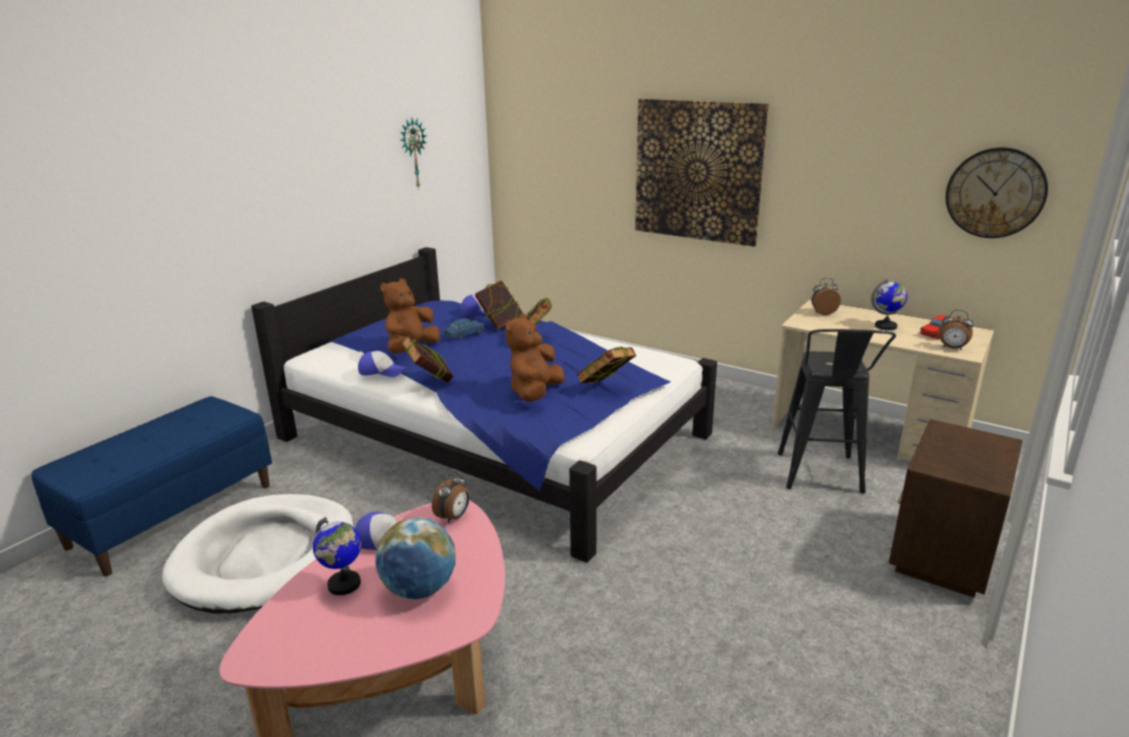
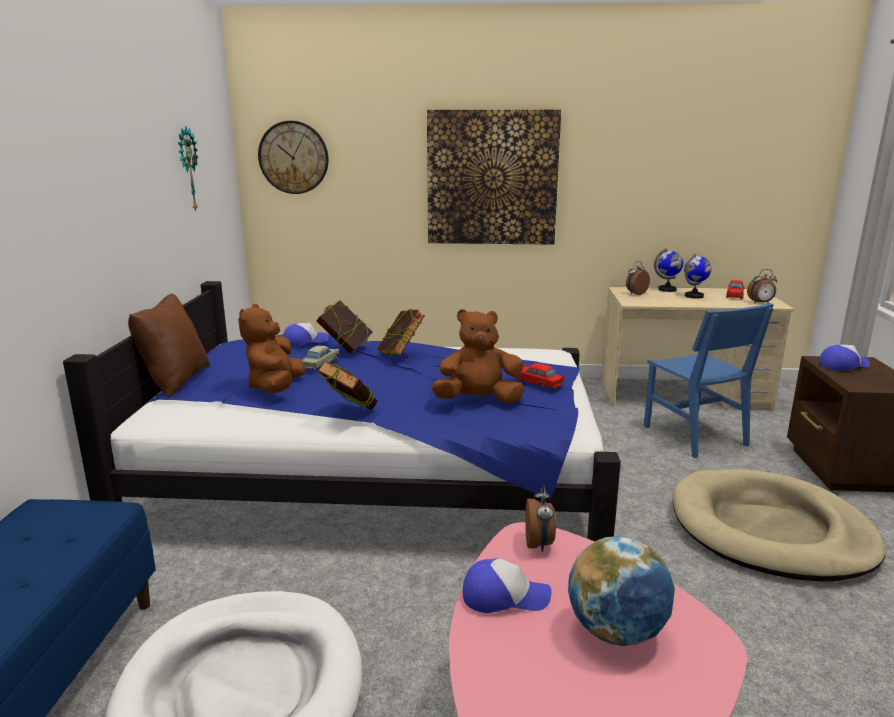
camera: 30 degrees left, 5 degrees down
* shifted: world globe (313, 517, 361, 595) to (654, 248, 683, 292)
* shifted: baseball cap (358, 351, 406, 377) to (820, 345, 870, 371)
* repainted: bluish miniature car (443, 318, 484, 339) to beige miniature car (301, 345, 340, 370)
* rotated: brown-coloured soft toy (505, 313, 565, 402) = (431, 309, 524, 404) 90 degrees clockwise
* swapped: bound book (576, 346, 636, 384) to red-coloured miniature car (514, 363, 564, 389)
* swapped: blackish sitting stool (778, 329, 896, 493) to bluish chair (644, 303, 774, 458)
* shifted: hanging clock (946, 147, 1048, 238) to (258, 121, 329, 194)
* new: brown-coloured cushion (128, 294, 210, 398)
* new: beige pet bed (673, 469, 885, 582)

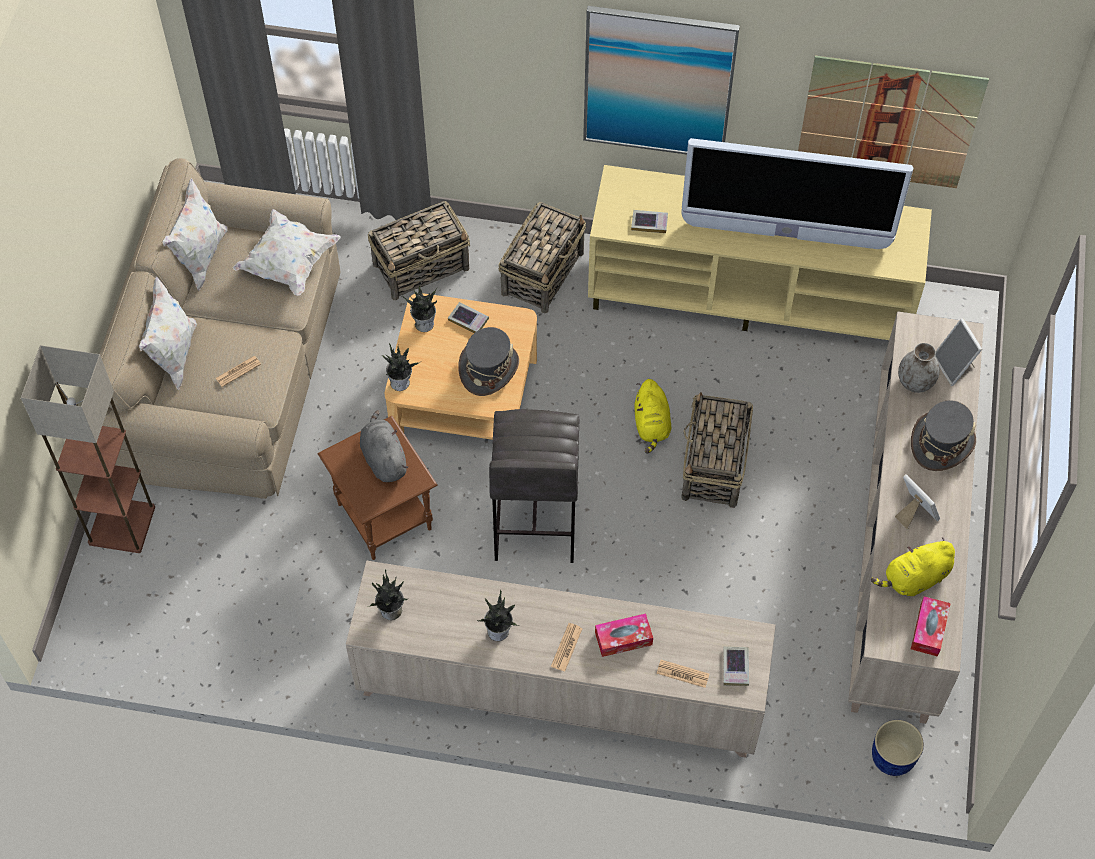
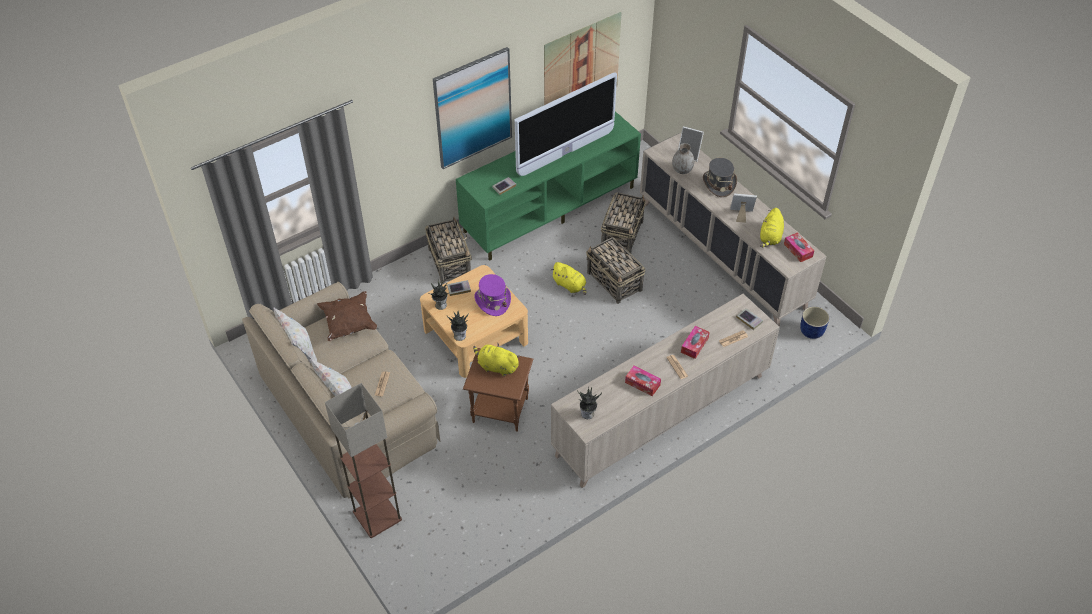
camera: 45 degrees left, 10 degrees down
* repainted: white cushion (233, 209, 341, 296) to brown-coloured cushion (317, 291, 377, 341)
* repainted: grey soft toy (360, 410, 408, 482) to yellowish soft toy (473, 343, 520, 376)
* shifted: basket (368, 201, 470, 300) to (601, 192, 646, 254)
* repainted: grey hat (458, 327, 519, 396) to purple-coloured hat (474, 274, 511, 316)
* swapped: houseplant (477, 589, 519, 641) to tissue box (625, 366, 661, 396)
* gone: grey sitting stool (489, 409, 579, 563)
* repainted: beige tv unit (588, 165, 932, 340) to greenish tv unit (456, 111, 641, 261)

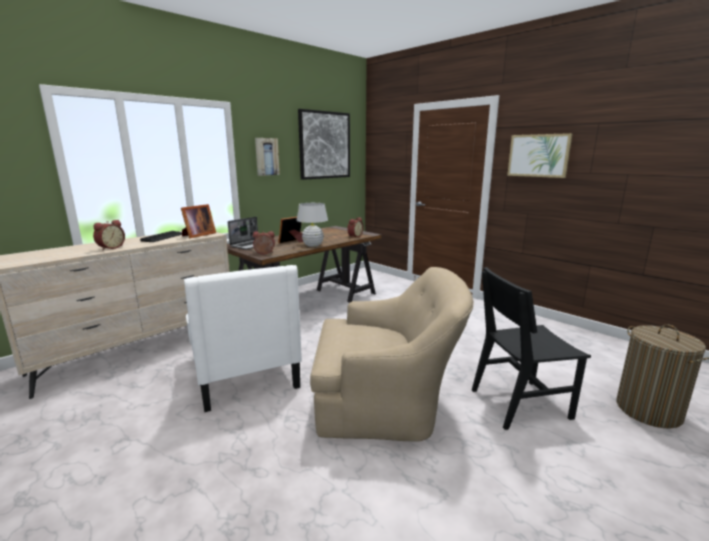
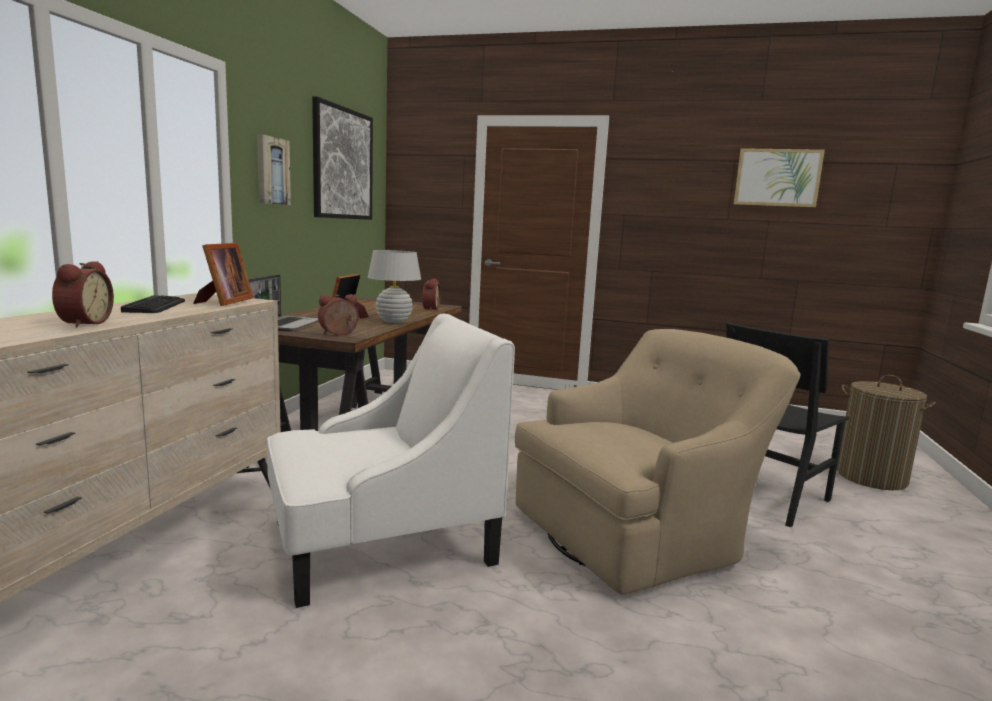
camera: 30 degrees left, 5 degrees down
* rotated: white easy chair (184, 265, 302, 412) = (267, 314, 515, 608) 60 degrees counterclockwise
* shifted: wall art (507, 133, 573, 178) to (734, 148, 825, 207)

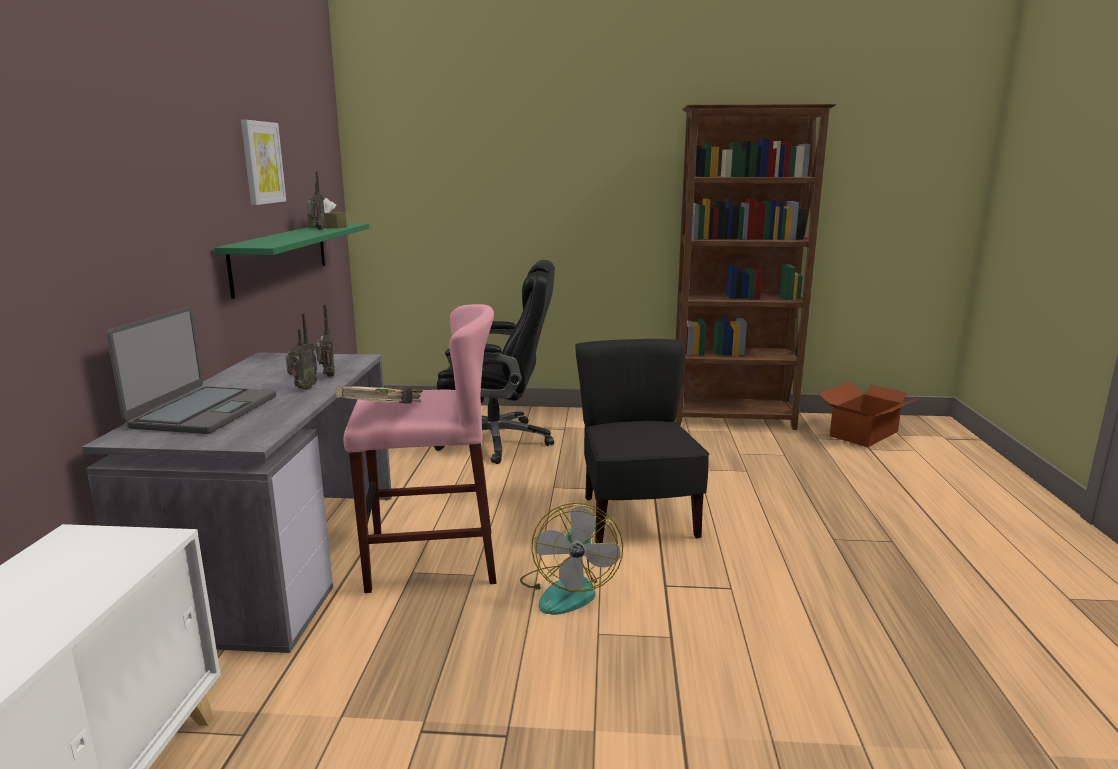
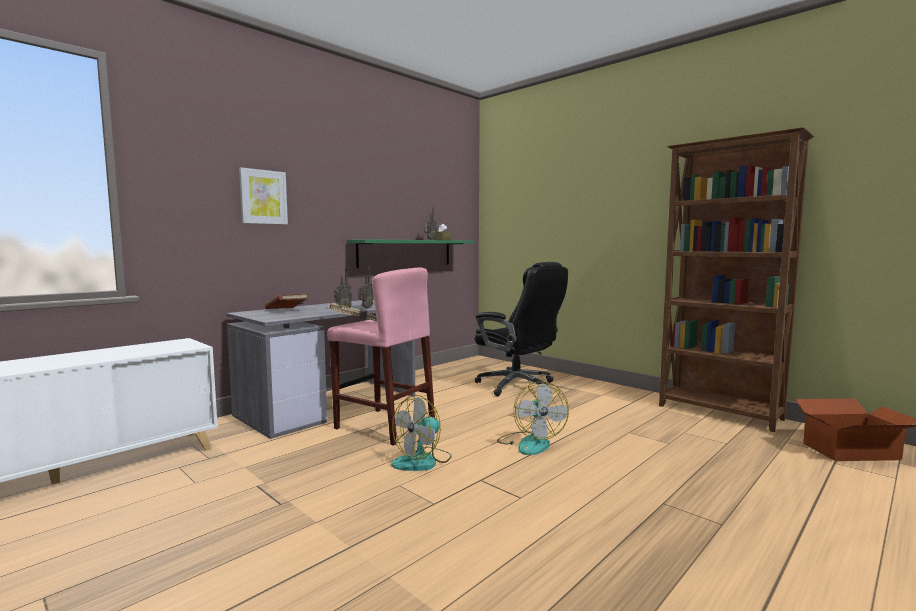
camera: 40 degrees right, 10 degrees down
* swapped: portable computer (106, 307, 276, 434) to brown-coloured bound book (265, 292, 308, 309)
* shifted: wall art (241, 120, 286, 205) to (239, 168, 288, 224)
* swapped: blackish chair (575, 339, 709, 543) to fan (497, 382, 569, 455)

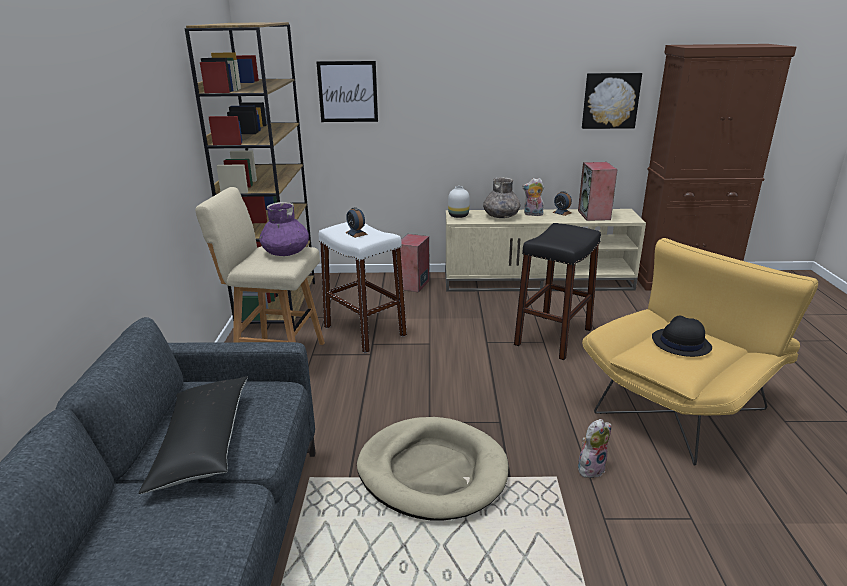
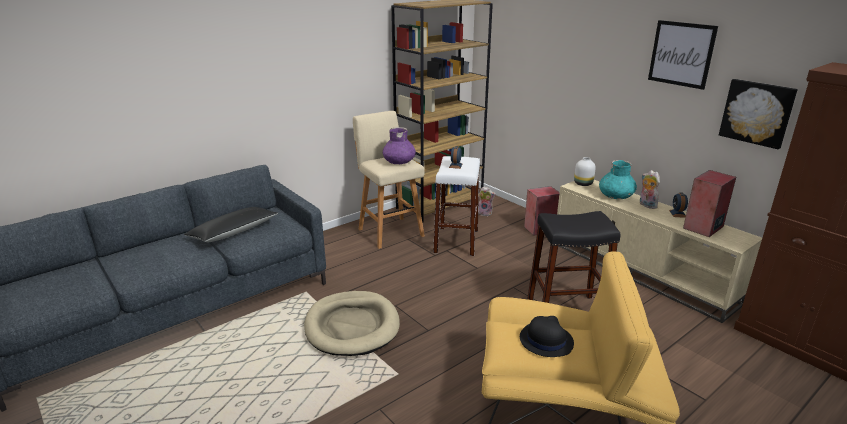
camera: 50 degrees right, 0 degrees up
* shifted: wall art (316, 61, 378, 122) to (648, 20, 718, 90)
* repainted: grey vase (483, 177, 521, 218) to turquoise vase (599, 160, 637, 199)
* shifted: soft toy (578, 419, 611, 480) to (478, 187, 496, 216)

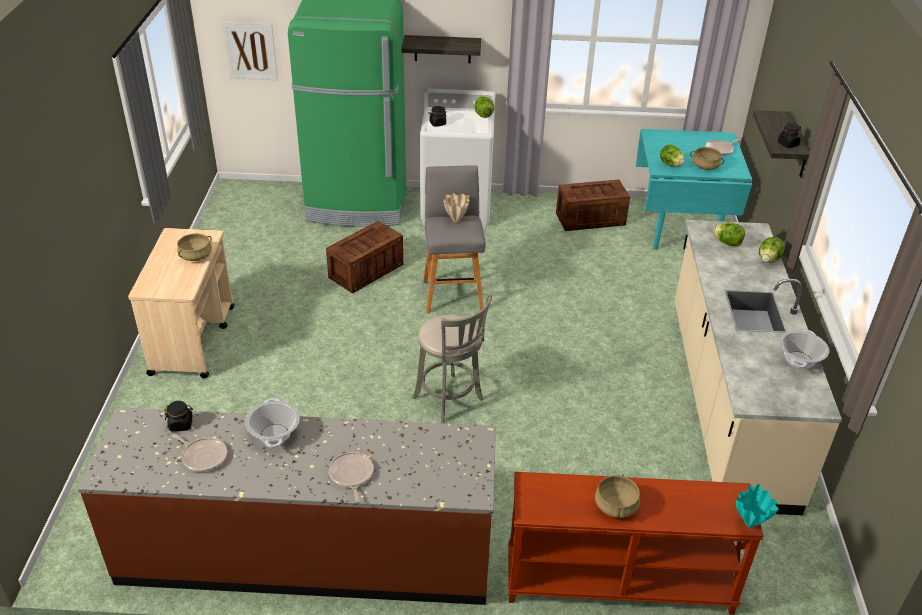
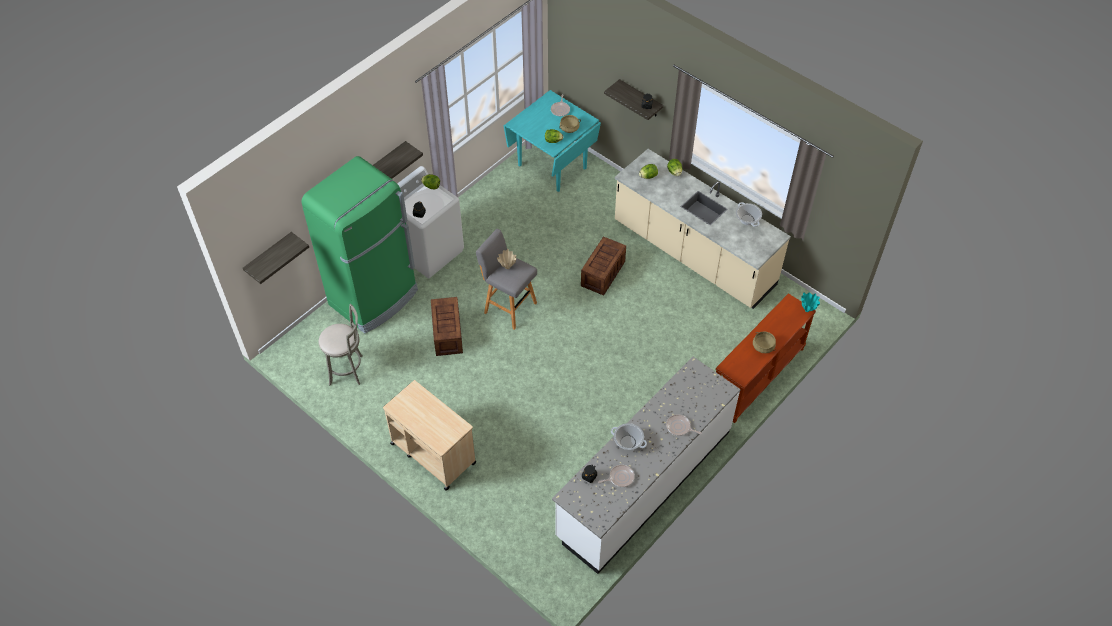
camera: 50 degrees left, 15 degrees up
* repainted: brown-coloured counter (78, 407, 496, 605) to white counter (552, 357, 741, 574)
* gone: beige cooking pot (177, 233, 212, 261)
* swapped: wall art (222, 22, 278, 80) to shelf (243, 232, 309, 284)
* shifted: grey sitting stool (412, 294, 492, 423) to (319, 304, 363, 385)
* shifted: packing crate (556, 180, 630, 231) to (581, 236, 626, 296)

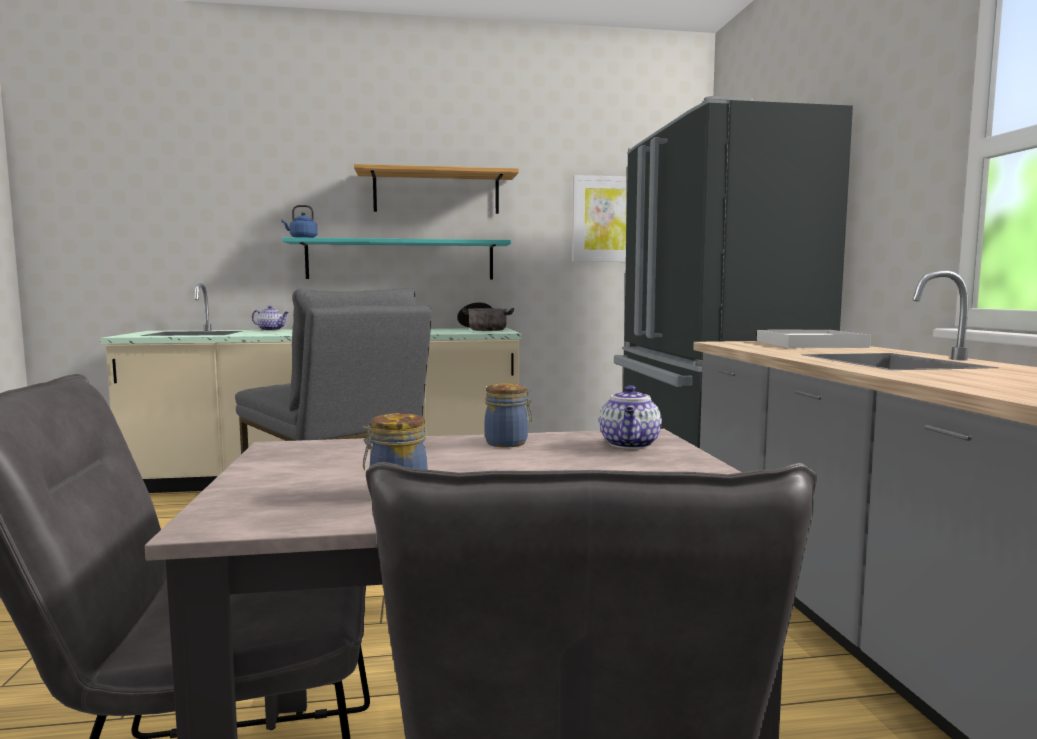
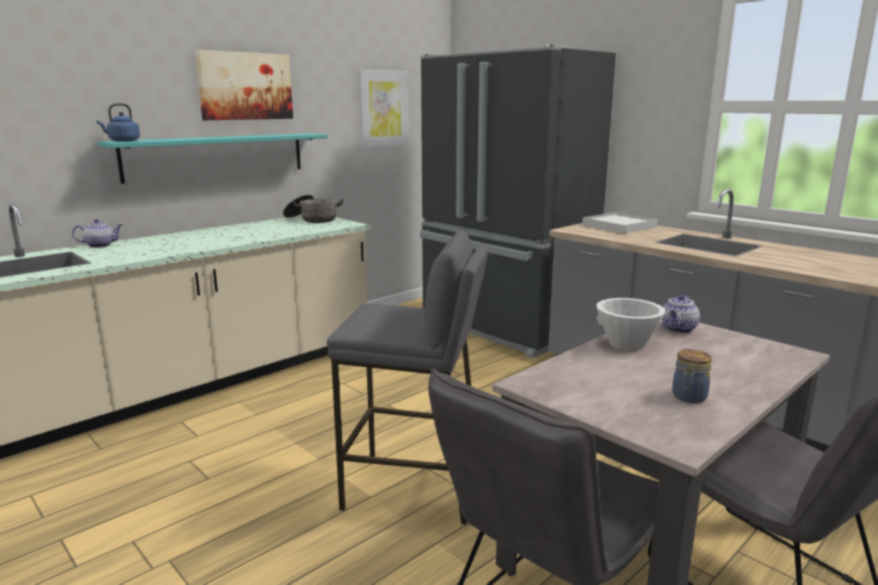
camera: 35 degrees left, 10 degrees up
* swapped: shelf (354, 164, 519, 214) to wall art (195, 50, 293, 120)
* swapped: jar (485, 383, 532, 447) to white deep dish (596, 298, 665, 351)
* rotated: tea pot (599, 385, 662, 449) = (662, 295, 700, 333) 60 degrees clockwise

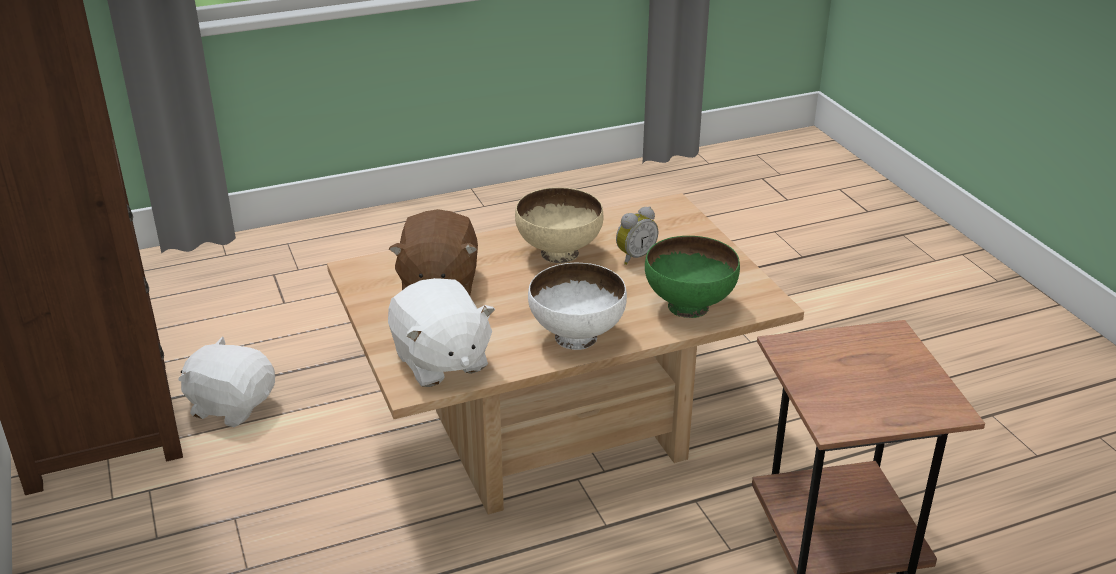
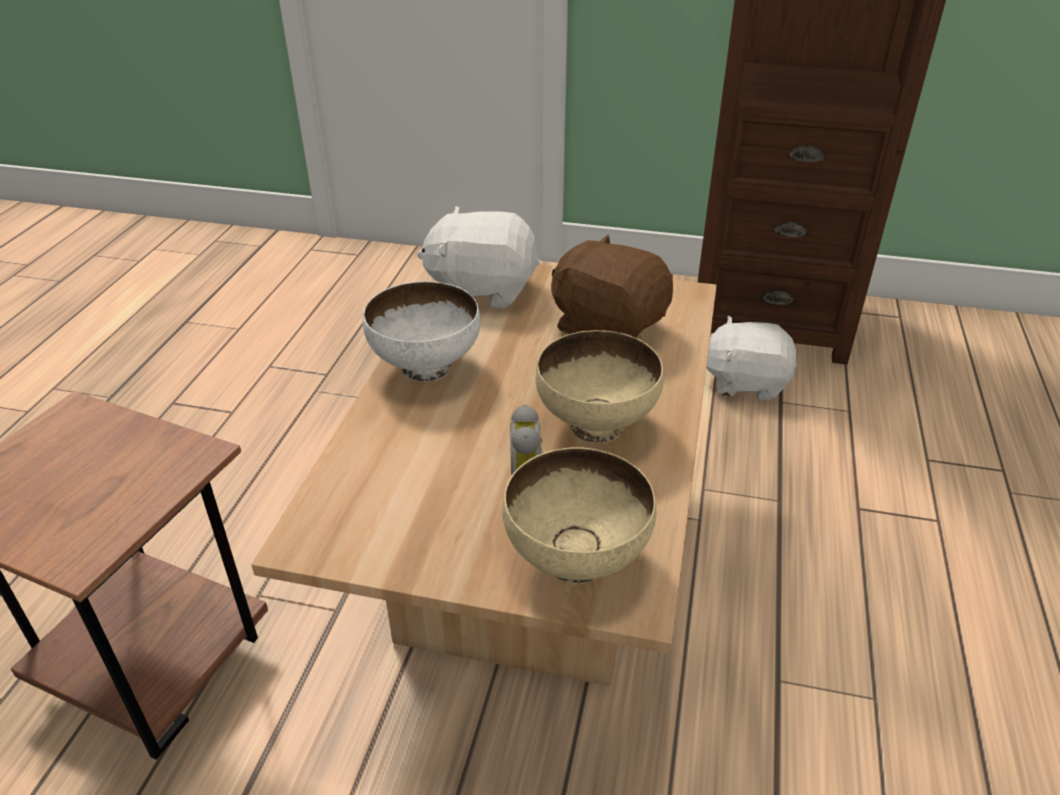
camera: 125 degrees right, 5 degrees up
* rotated: white soft toy (178, 336, 275, 428) = (706, 316, 797, 401) 135 degrees counterclockwise
* gone: greenish deep dish (645, 236, 740, 318)
* new: beige deep dish (502, 447, 656, 584)

